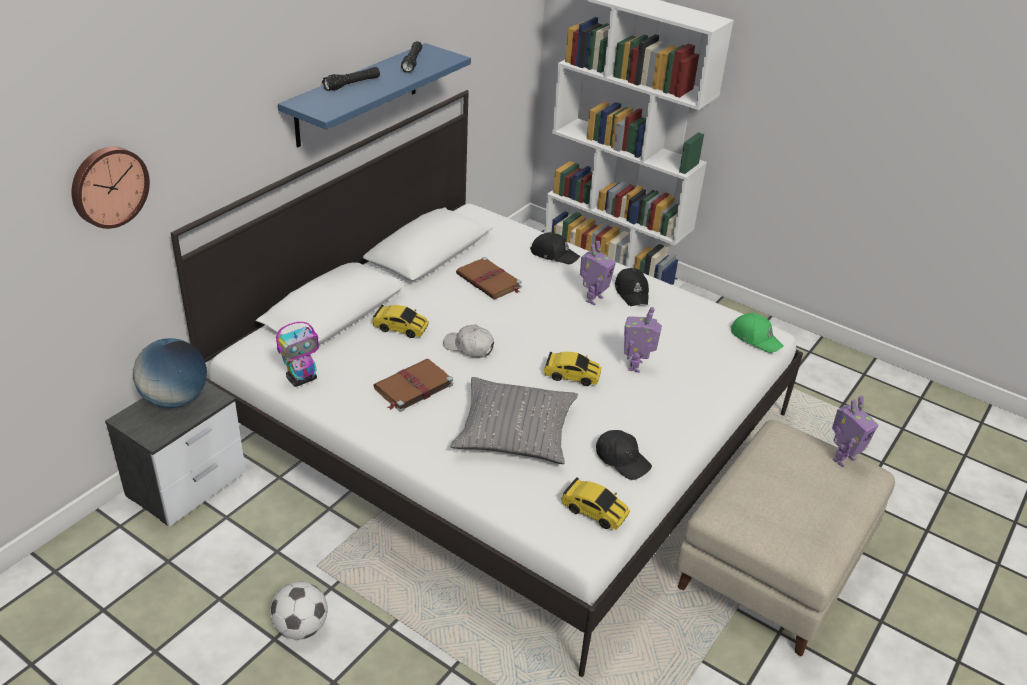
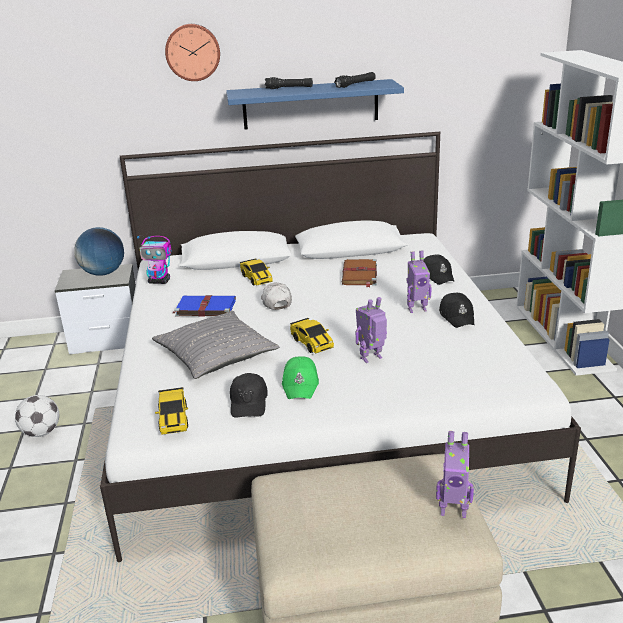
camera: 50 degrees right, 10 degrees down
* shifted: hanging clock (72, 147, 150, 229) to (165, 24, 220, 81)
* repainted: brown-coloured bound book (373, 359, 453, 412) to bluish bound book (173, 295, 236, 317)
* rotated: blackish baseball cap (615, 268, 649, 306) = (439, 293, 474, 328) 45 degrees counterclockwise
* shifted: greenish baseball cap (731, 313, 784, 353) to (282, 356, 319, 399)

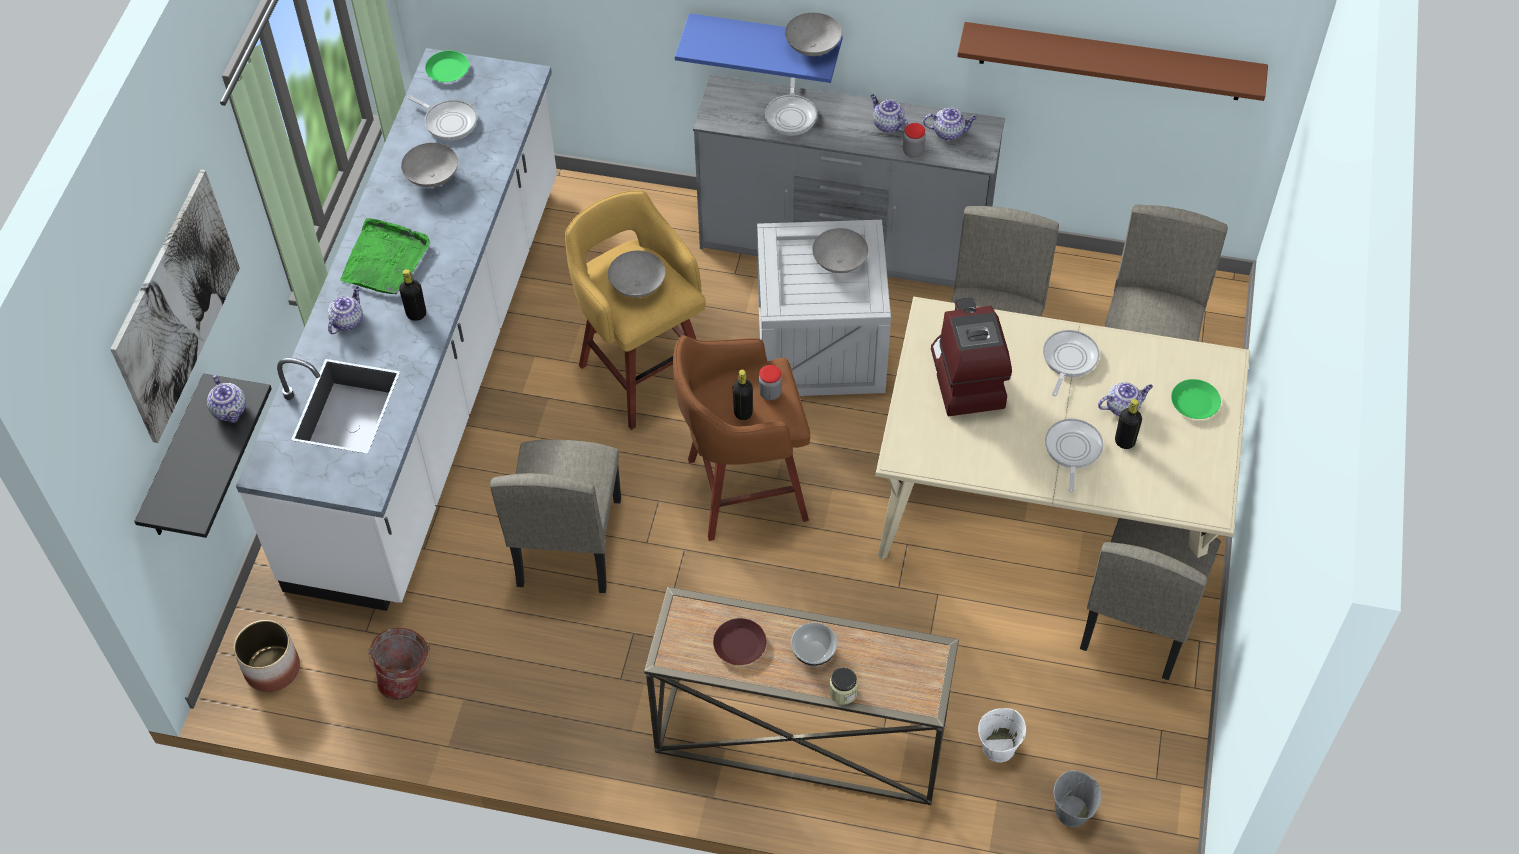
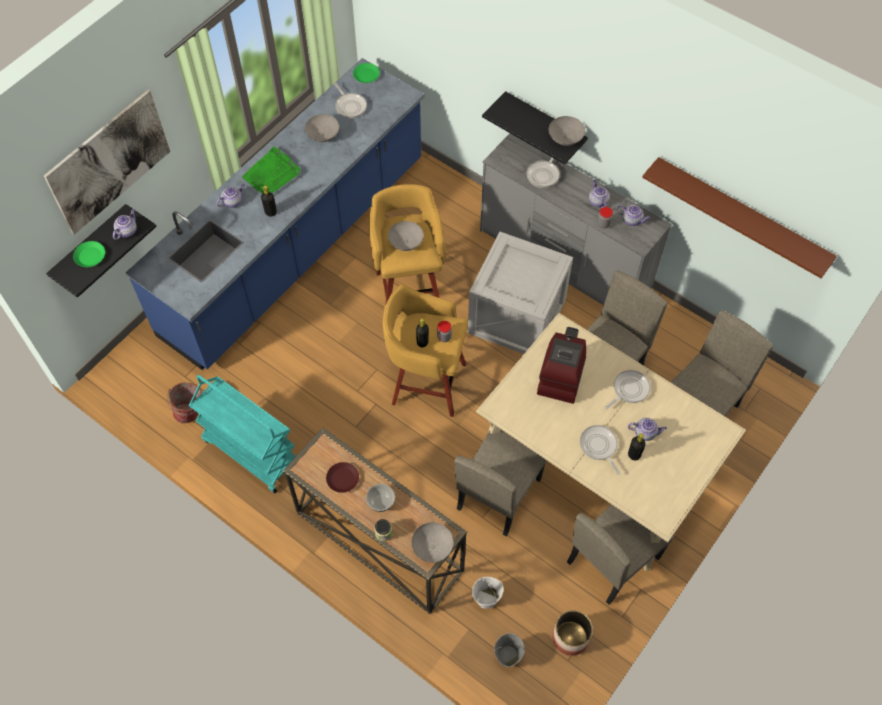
camera: 25 degrees right, 5 degrees up
* rotated: tea pot (207, 375, 246, 423) = (113, 209, 137, 240) 150 degrees counterclockwise
* shifted: plant pot (233, 620, 300, 692) to (552, 610, 593, 656)
* repainted: white counter (236, 48, 557, 611) to bluish counter (126, 58, 425, 370)
* shifted: beige chair (490, 440, 621, 593) to (454, 430, 547, 536)
* repainted: brown-coloured sitting stool (673, 335, 810, 541) to yellowish sitting stool (383, 284, 468, 417)
* repainted: bluish shelf (675, 13, 843, 83) to blackish shelf (482, 91, 588, 165)
* shifted: grey deep dish (812, 228, 868, 273) to (411, 522, 454, 563)
* rotated: pan (1045, 419, 1103, 493) = (580, 425, 620, 475) 60 degrees counterclockwise
* shifted: greenish plate (1171, 379, 1221, 419) to (73, 241, 105, 267)
* new: turquoise wheeled cart (189, 375, 296, 493)

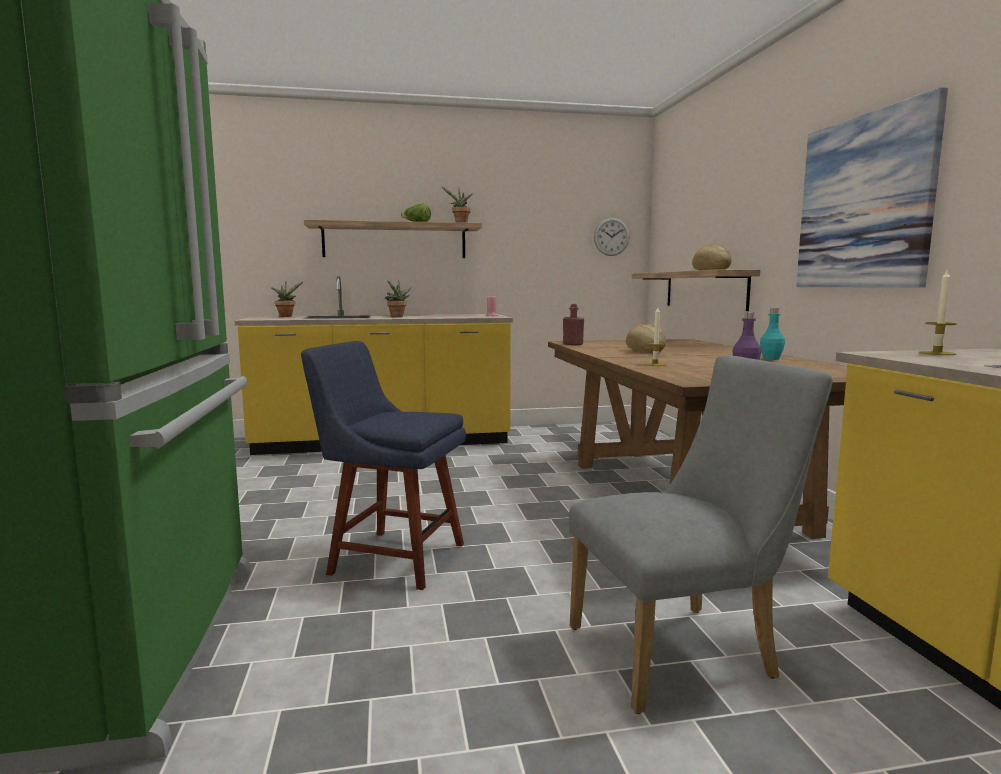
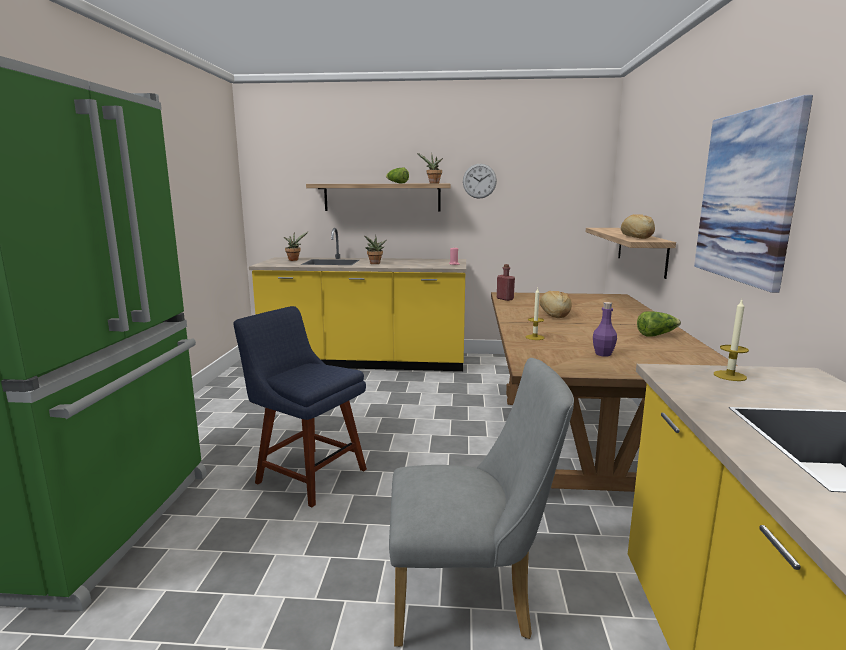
camera: 15 degrees right, 5 degrees up
* shifted: hanging clock (594, 218, 630, 256) to (463, 164, 497, 199)
* swapped: turquoise beverage bottle (760, 308, 785, 360) to lettuce (637, 311, 681, 337)

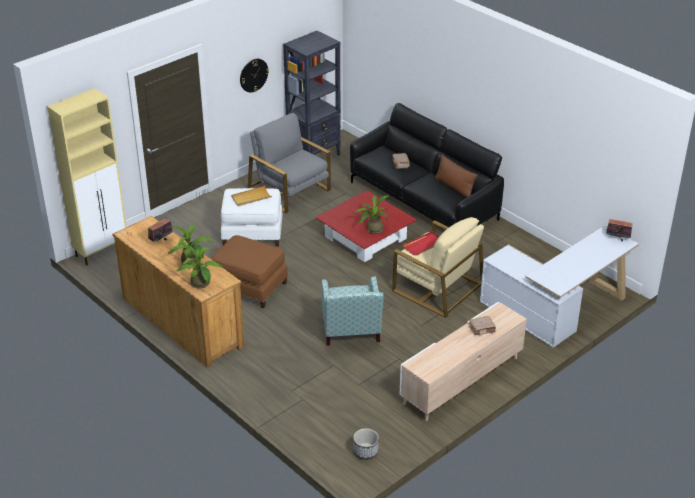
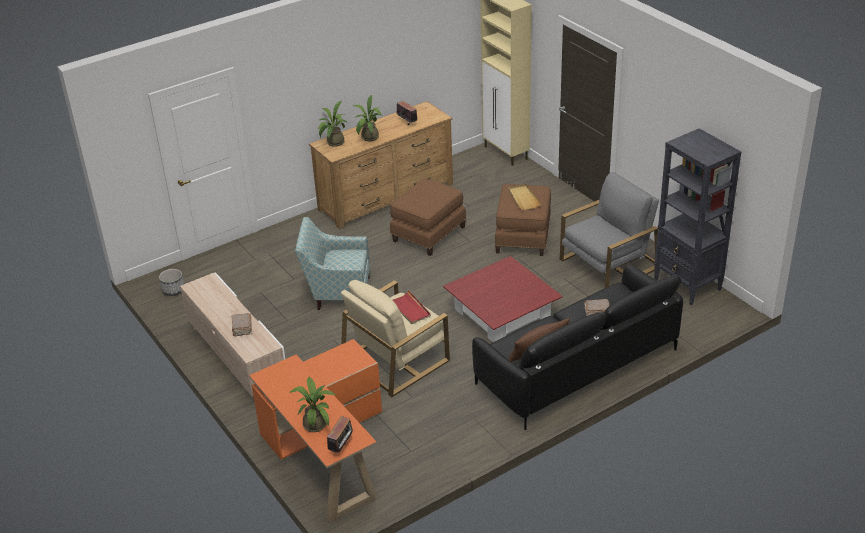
camera: 100 degrees right, 0 degrees up
* repainted: white footrest (221, 188, 283, 247) to brown-coloured footrest (495, 184, 551, 256)
* gone: hanging clock (240, 59, 269, 92)
* shifted: houseplant (353, 195, 389, 234) to (290, 377, 335, 432)
* repainted: white desk unit (480, 225, 639, 348) to orangey desk unit (249, 339, 382, 522)

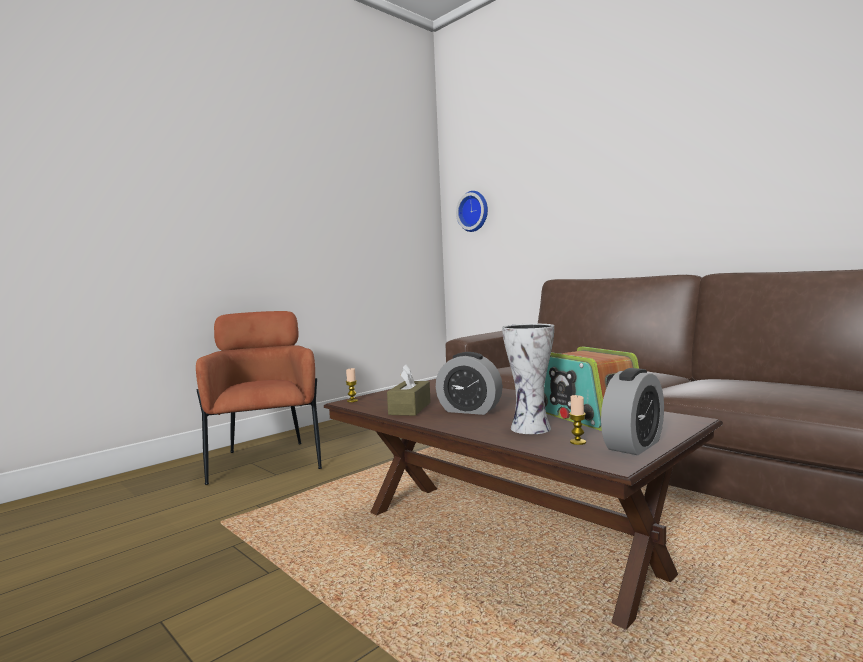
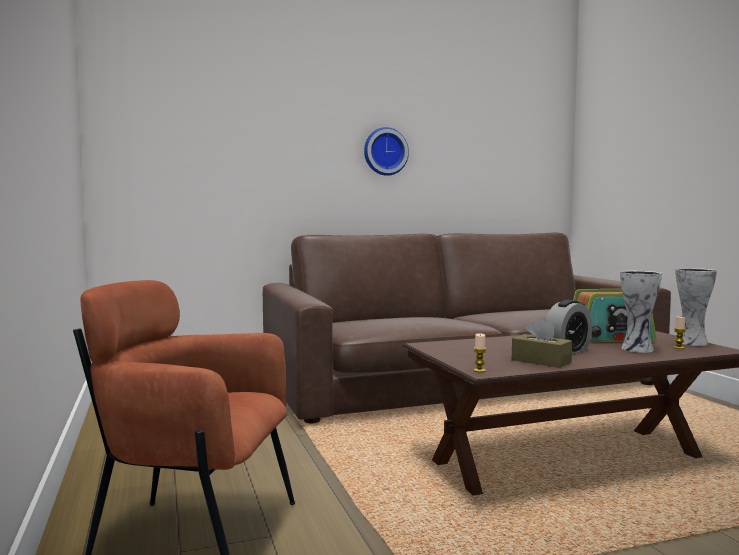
camera: 65 degrees left, 0 degrees up
* shifted: hanging clock (456, 191, 488, 232) to (364, 127, 409, 176)
* swapped: bedside clock (601, 368, 664, 455) to vase (676, 268, 717, 346)

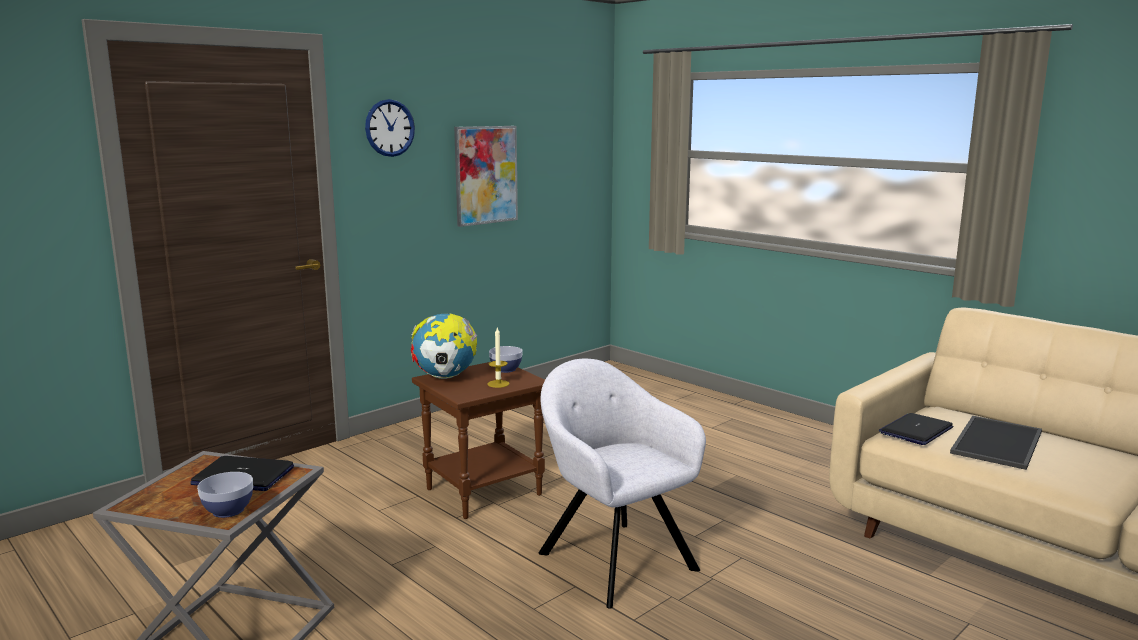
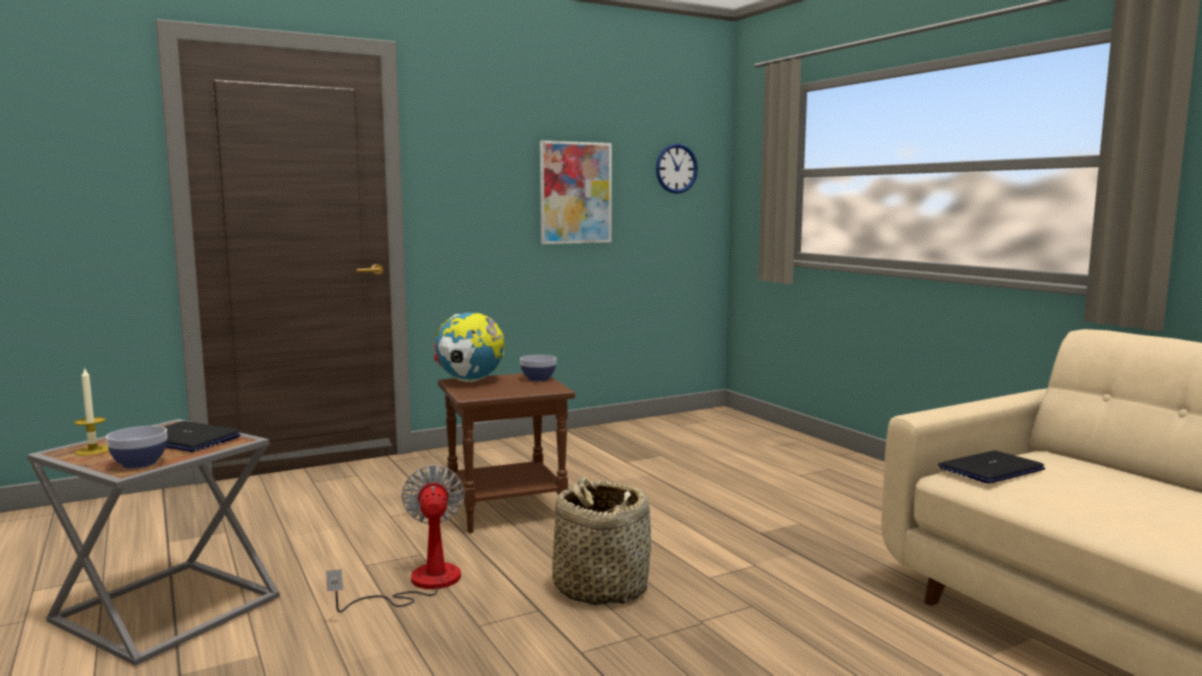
camera: 15 degrees right, 5 degrees down
* shifted: hanging clock (365, 99, 415, 157) to (656, 143, 698, 194)
* shifted: wax candle (487, 328, 510, 388) to (74, 367, 109, 456)
* swapped: grey easy chair (539, 359, 706, 609) to basket (552, 477, 651, 606)
* gone: tray (950, 416, 1042, 470)
* new: fan (326, 465, 465, 613)

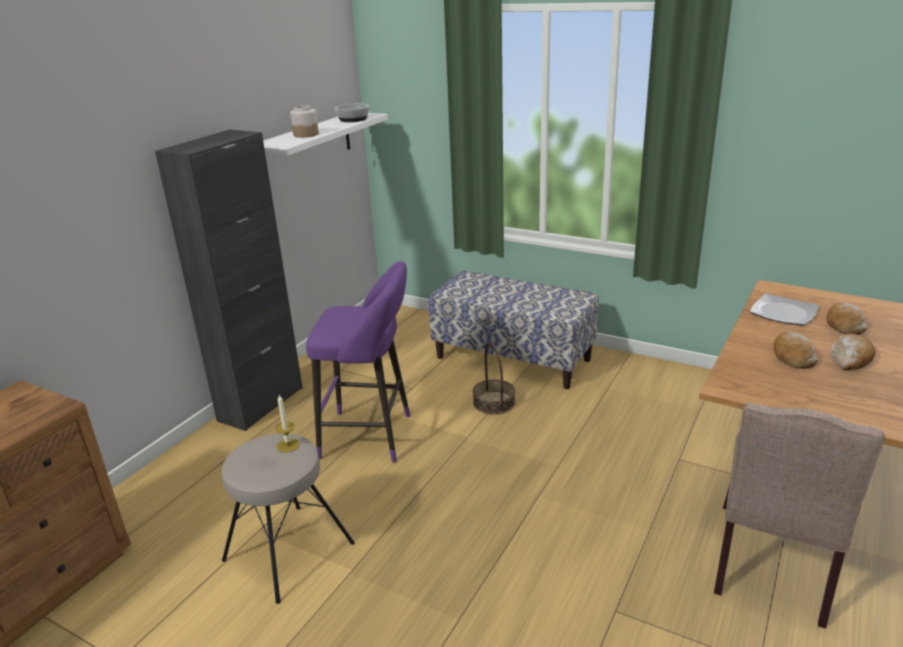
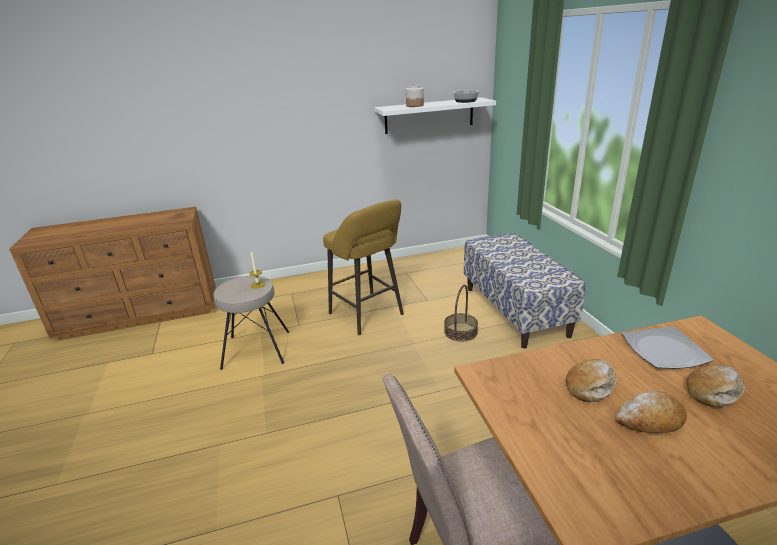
camera: 45 degrees right, 0 degrees up
* gone: blackish cabinet (155, 130, 303, 431)
* repainted: purple-coloured sitting stool (306, 261, 410, 463) to yellowish sitting stool (323, 199, 404, 335)

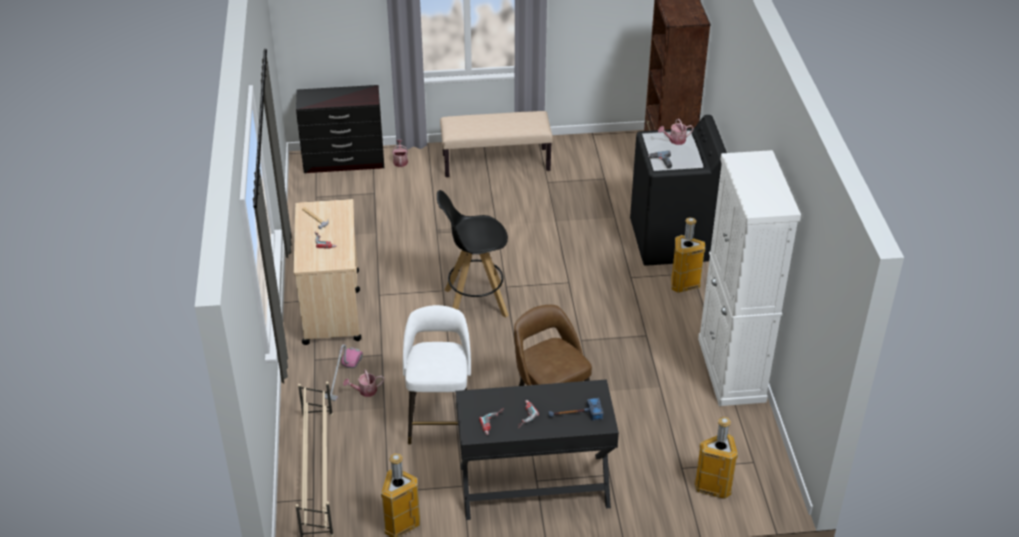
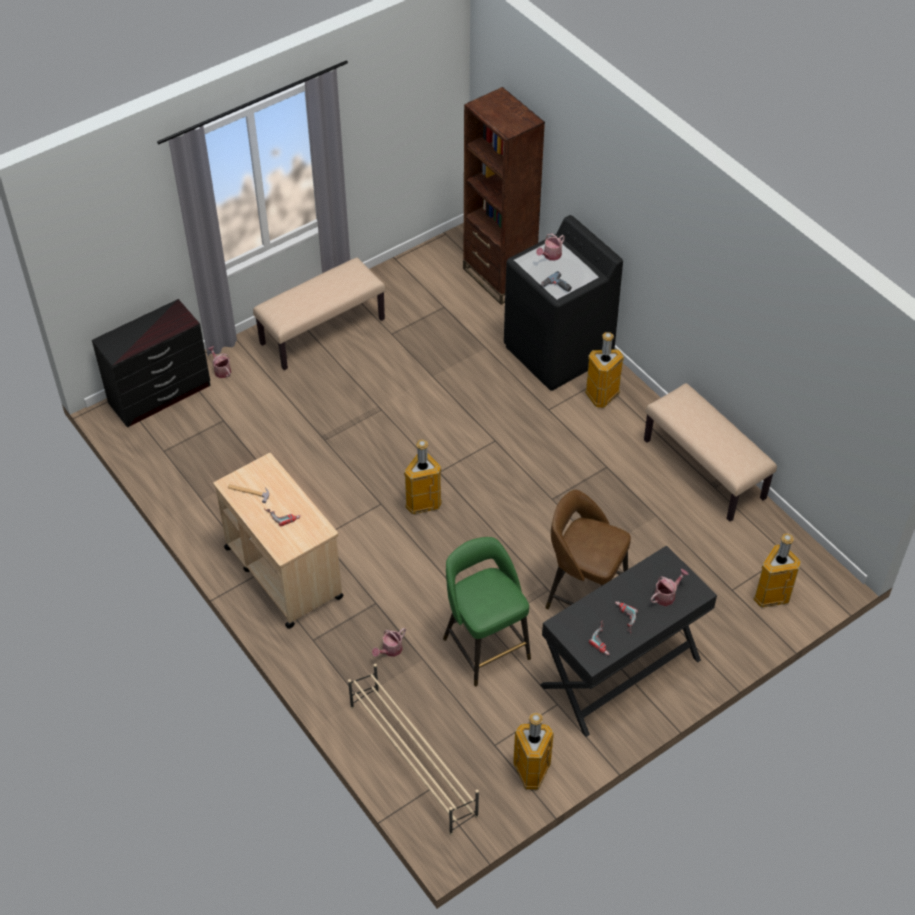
camera: 30 degrees left, 10 degrees up
* gone: vacuum cleaner (325, 344, 363, 401)
* repainted: white sitting stool (403, 305, 471, 445) to greenish sitting stool (443, 537, 531, 687)
* swapped: blackish sitting stool (437, 190, 509, 318) to waste bin (404, 440, 442, 515)
* swapped: hand hammer (548, 398, 604, 420) to sprinkling can (650, 569, 688, 606)
* swapped: white cabinet (698, 150, 801, 406) to beige bench (644, 383, 777, 522)

